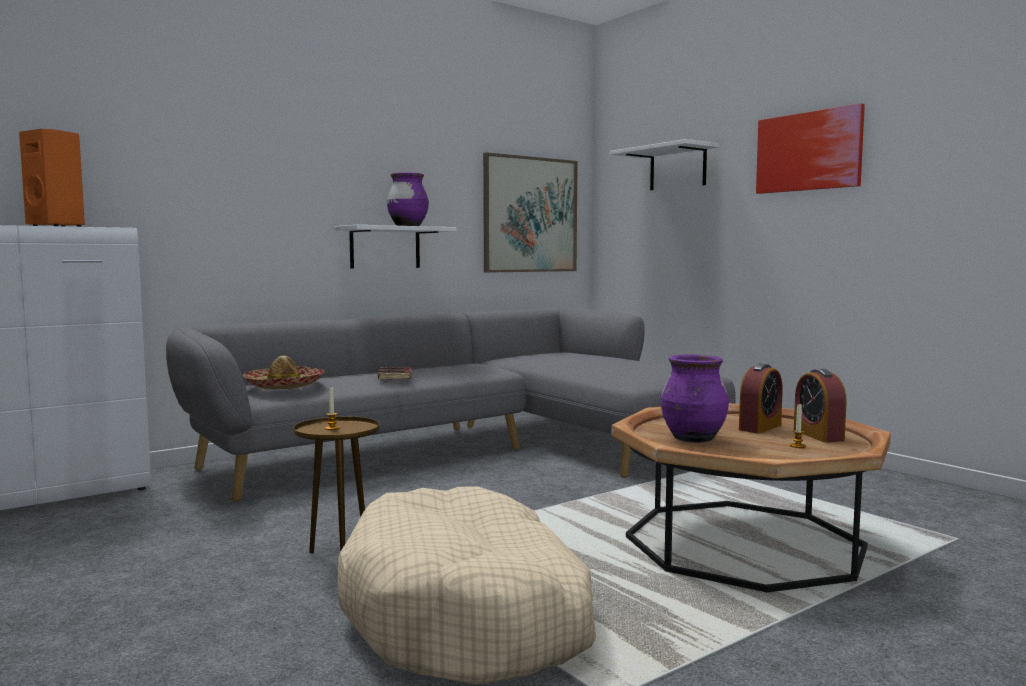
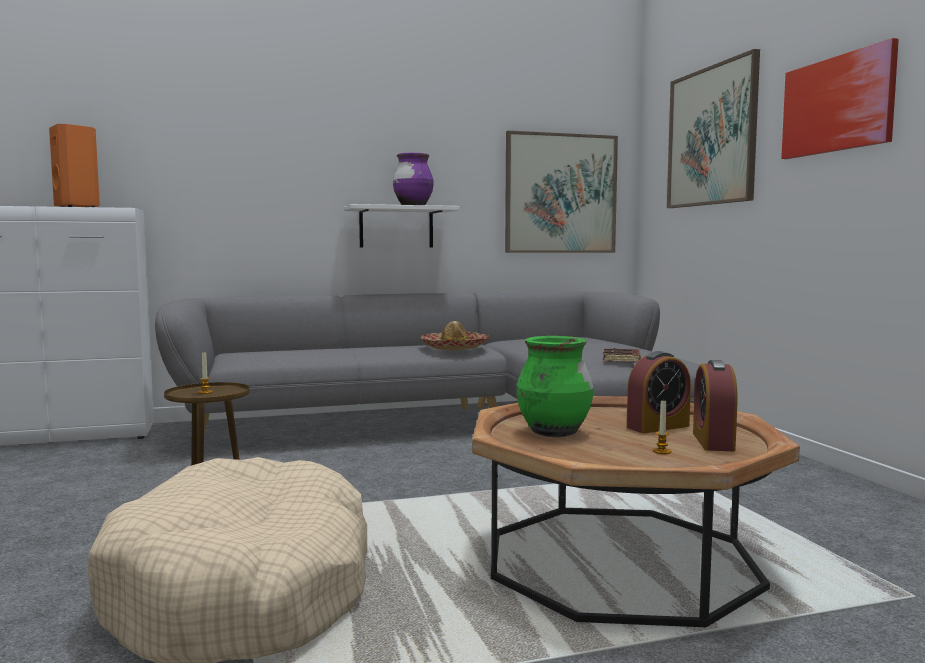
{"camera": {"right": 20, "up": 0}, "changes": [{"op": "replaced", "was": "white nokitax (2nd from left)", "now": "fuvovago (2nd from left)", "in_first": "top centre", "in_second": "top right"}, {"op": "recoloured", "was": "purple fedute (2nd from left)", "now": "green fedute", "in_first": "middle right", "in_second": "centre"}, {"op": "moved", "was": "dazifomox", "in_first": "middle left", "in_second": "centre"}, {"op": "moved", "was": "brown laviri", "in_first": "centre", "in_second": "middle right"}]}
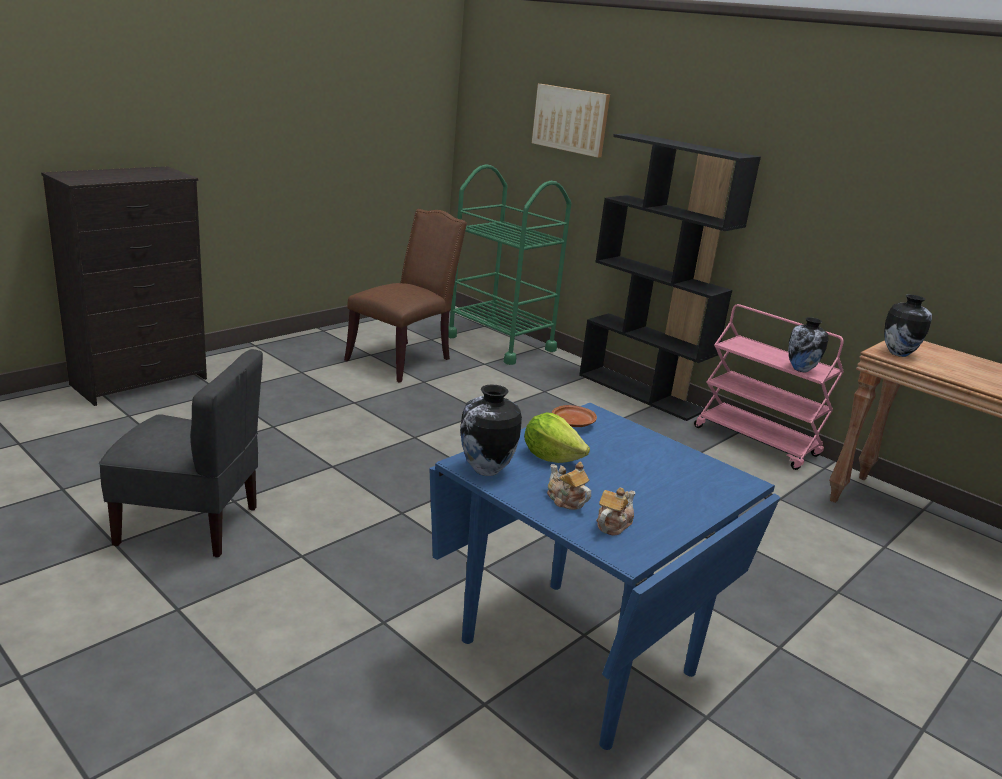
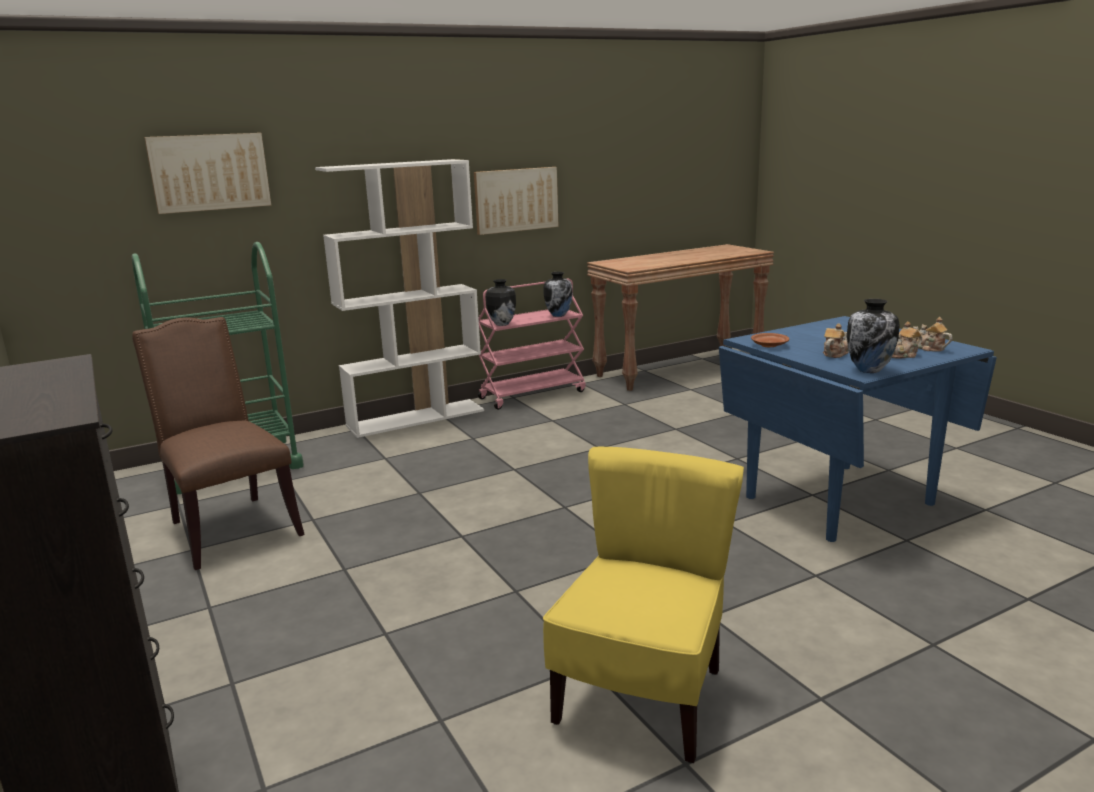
{"camera": {"right": -70, "up": -5}, "changes": [{"op": "recoloured", "was": "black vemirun", "now": "white vemirun", "in_first": "middle right", "in_second": "centre"}, {"op": "moved", "was": "fedute (3rd from left in the first image)", "now": "fedute (1st from left)", "in_first": "middle right", "in_second": "centre"}, {"op": "recoloured", "was": "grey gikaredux", "now": "yellow gikaredux", "in_first": "middle left", "in_second": "bottom centre"}, {"op": "replaced", "was": "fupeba", "now": "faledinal (1st from left)", "in_first": "centre", "in_second": "middle right"}, {"op": "added", "now": "fuvovago (2nd from left)", "in_second": "top centre"}]}
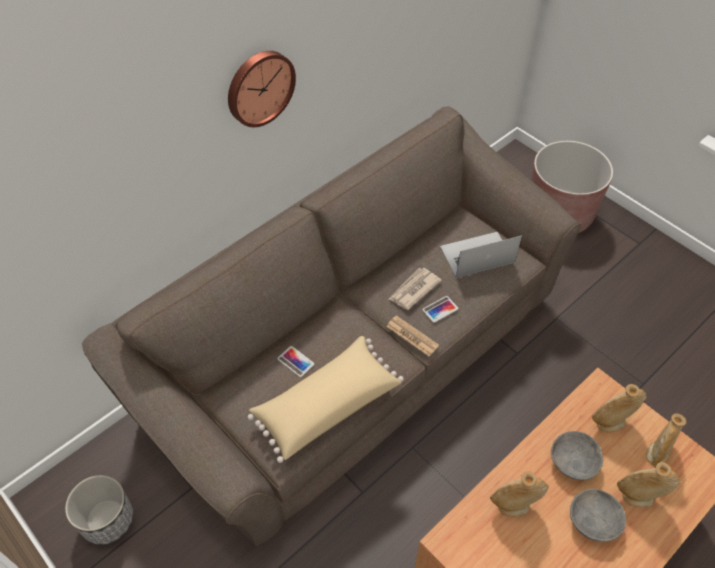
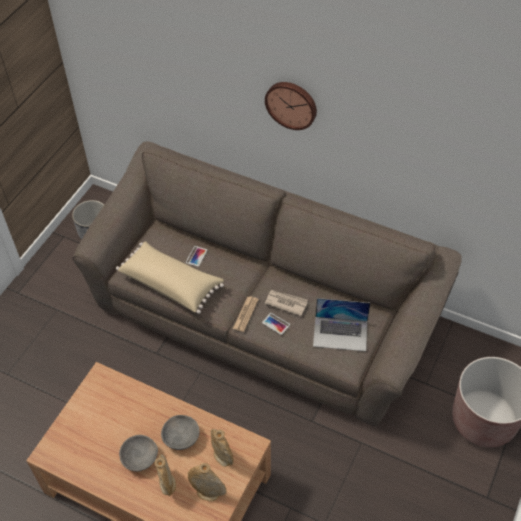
{"camera": {"right": 70, "up": 0}, "changes": [{"op": "turned", "was": "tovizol", "in_first": "middle right", "in_second": "centre", "clockwise": 135}, {"op": "removed", "was": "beige fedute (1st from left)", "in_first": "bottom right"}]}
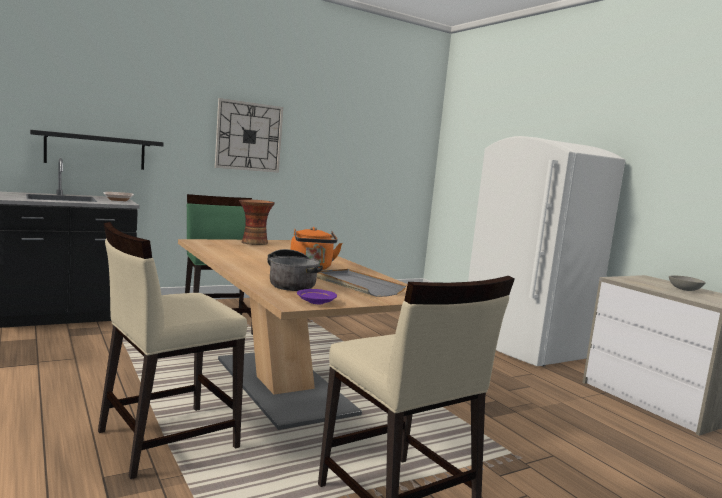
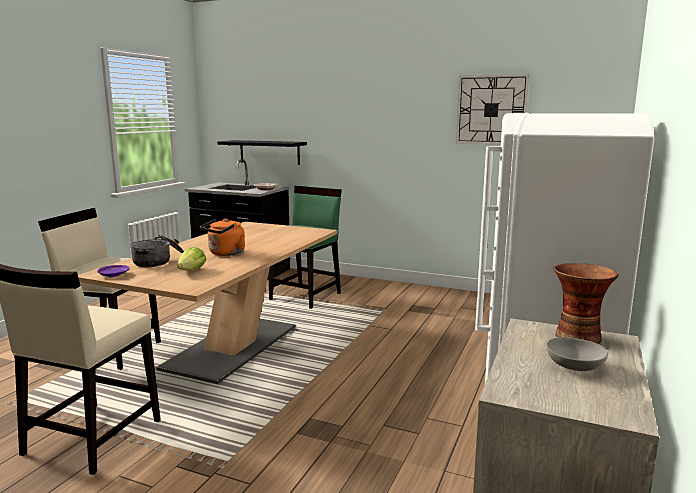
{"camera": {"right": 55, "up": 5}, "changes": [{"op": "moved", "was": "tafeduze", "in_first": "top centre", "in_second": "top right"}, {"op": "moved", "was": "fedute", "in_first": "centre", "in_second": "middle right"}, {"op": "replaced", "was": "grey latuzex", "now": "fupeba", "in_first": "centre", "in_second": "middle left"}]}
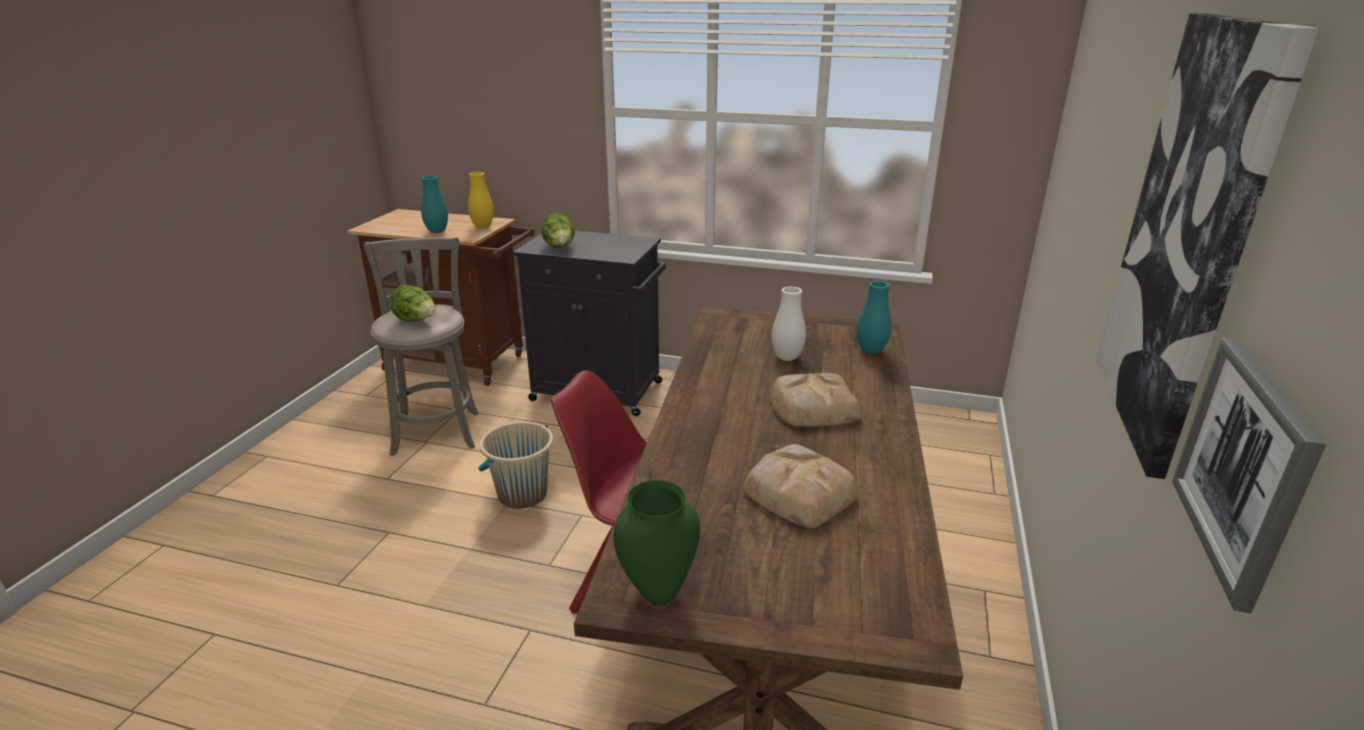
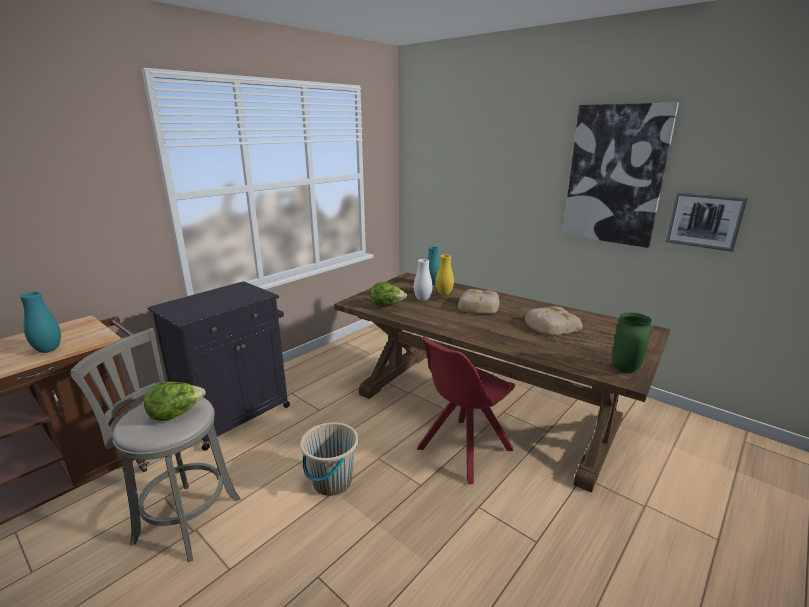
{"camera": {"right": -65, "up": -5}, "changes": [{"op": "moved", "was": "yellow fedute", "in_first": "top centre", "in_second": "centre"}, {"op": "moved", "was": "fupeba (2nd from left)", "in_first": "top centre", "in_second": "centre"}]}
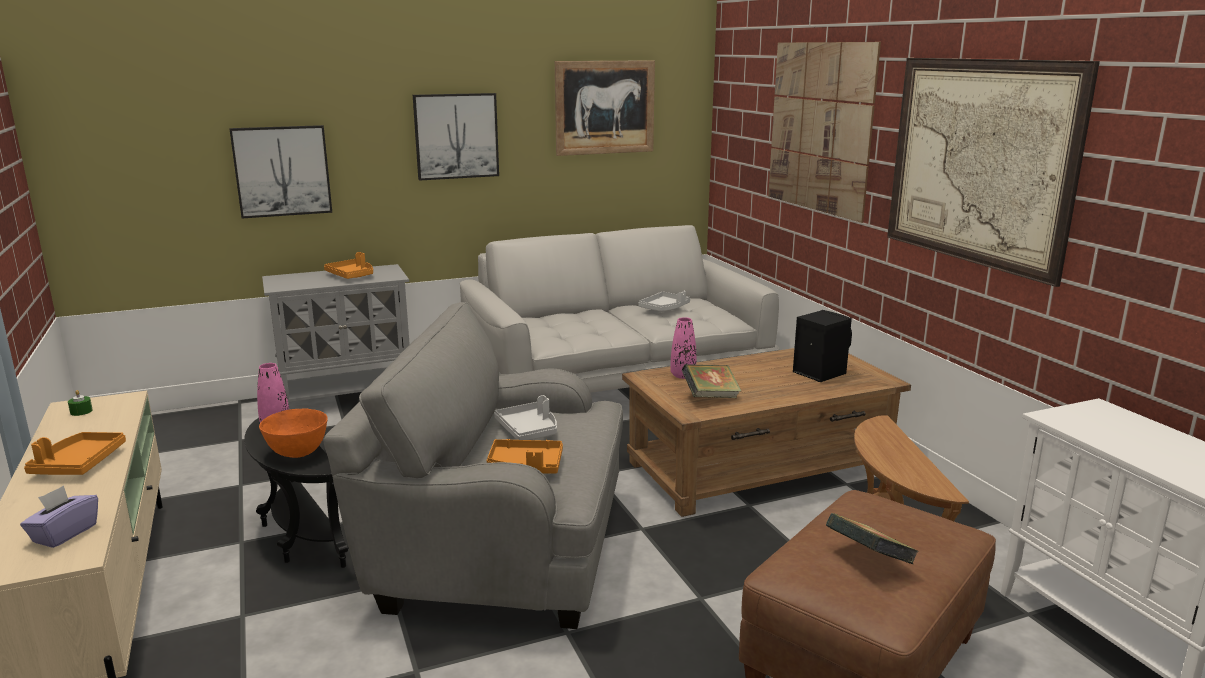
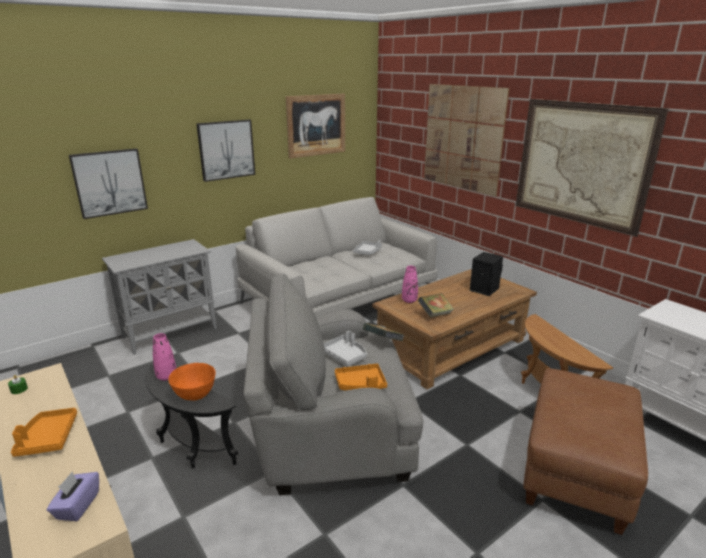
{"camera": {"right": -15, "up": 5}, "changes": [{"op": "removed", "was": "orange latuzex (2nd from left)", "in_first": "middle left"}, {"op": "moved", "was": "laviri (2nd from left in the first image)", "now": "laviri (1st from left)", "in_first": "bottom right", "in_second": "centre"}]}
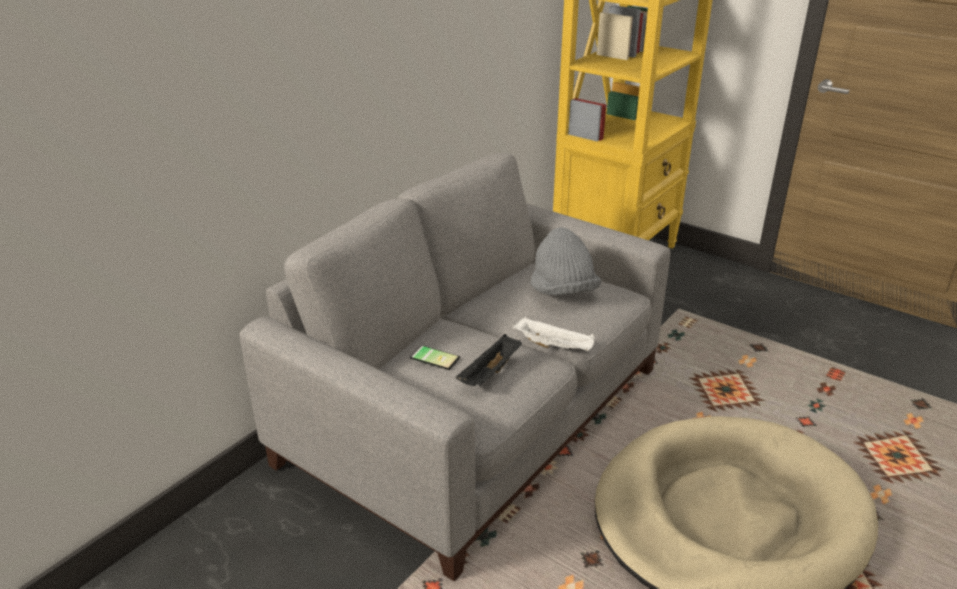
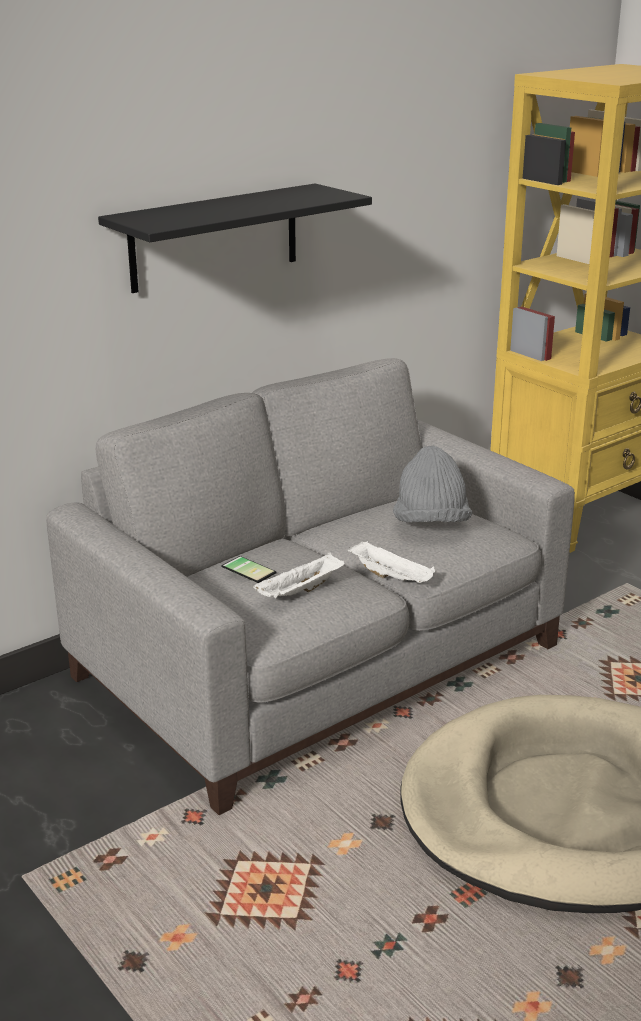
{"camera": {"right": 15, "up": -5}, "changes": [{"op": "recoloured", "was": "black latuzex", "now": "white latuzex (1st from left)", "in_first": "centre", "in_second": "centre"}, {"op": "added", "now": "black nokitax", "in_second": "top centre"}]}
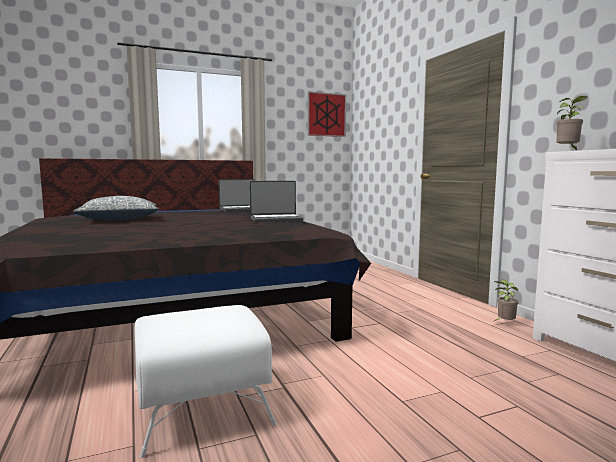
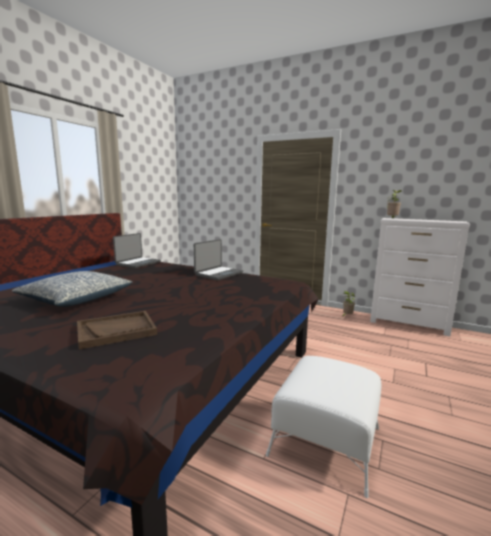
{"camera": {"right": -40, "up": 5}, "changes": [{"op": "removed", "was": "fuvovago", "in_first": "top centre"}, {"op": "added", "now": "brown latuzex", "in_second": "middle left"}]}
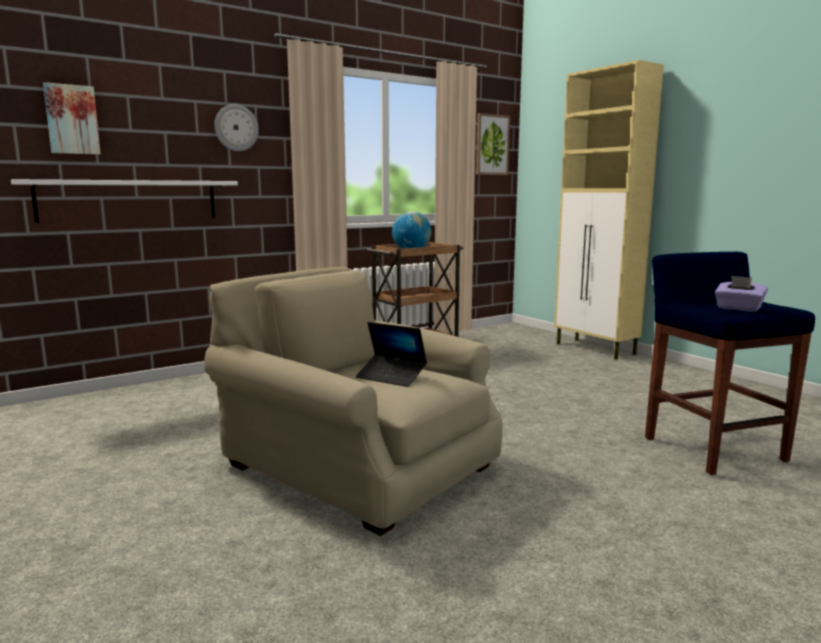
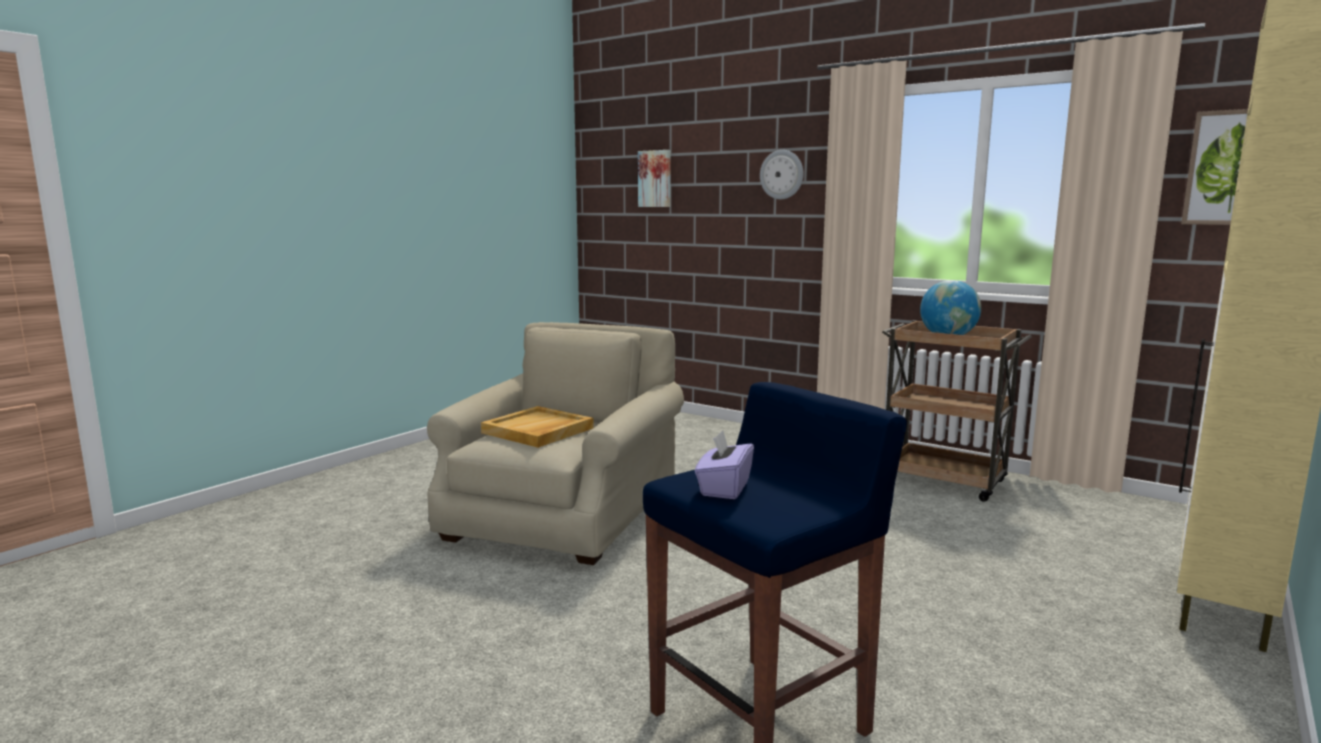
{"camera": {"right": 70, "up": 0}, "changes": [{"op": "removed", "was": "white nokitax", "in_first": "top left"}, {"op": "replaced", "was": "tovizol", "now": "beige latuzex", "in_first": "centre", "in_second": "centre"}]}
